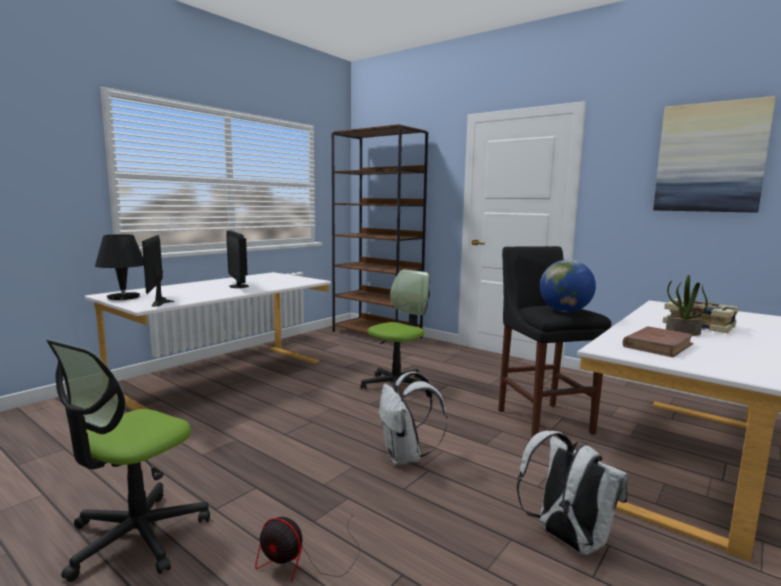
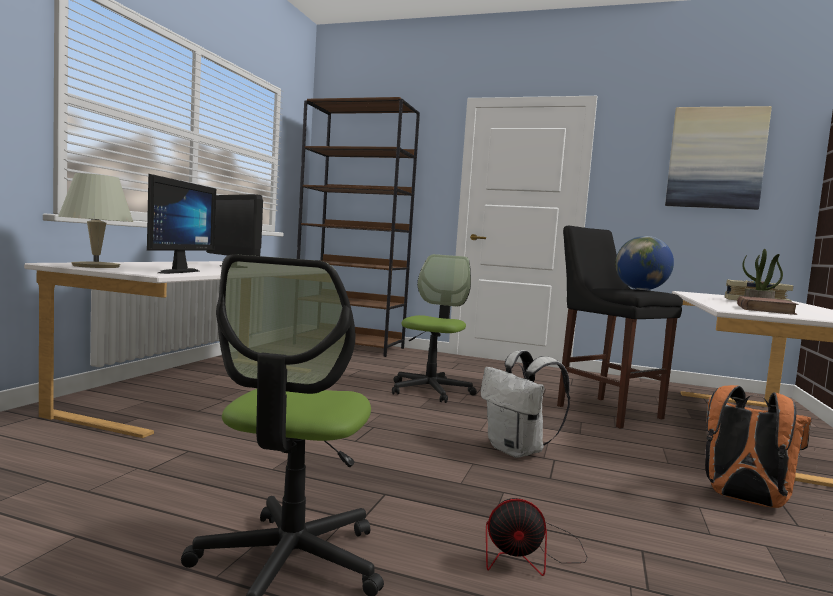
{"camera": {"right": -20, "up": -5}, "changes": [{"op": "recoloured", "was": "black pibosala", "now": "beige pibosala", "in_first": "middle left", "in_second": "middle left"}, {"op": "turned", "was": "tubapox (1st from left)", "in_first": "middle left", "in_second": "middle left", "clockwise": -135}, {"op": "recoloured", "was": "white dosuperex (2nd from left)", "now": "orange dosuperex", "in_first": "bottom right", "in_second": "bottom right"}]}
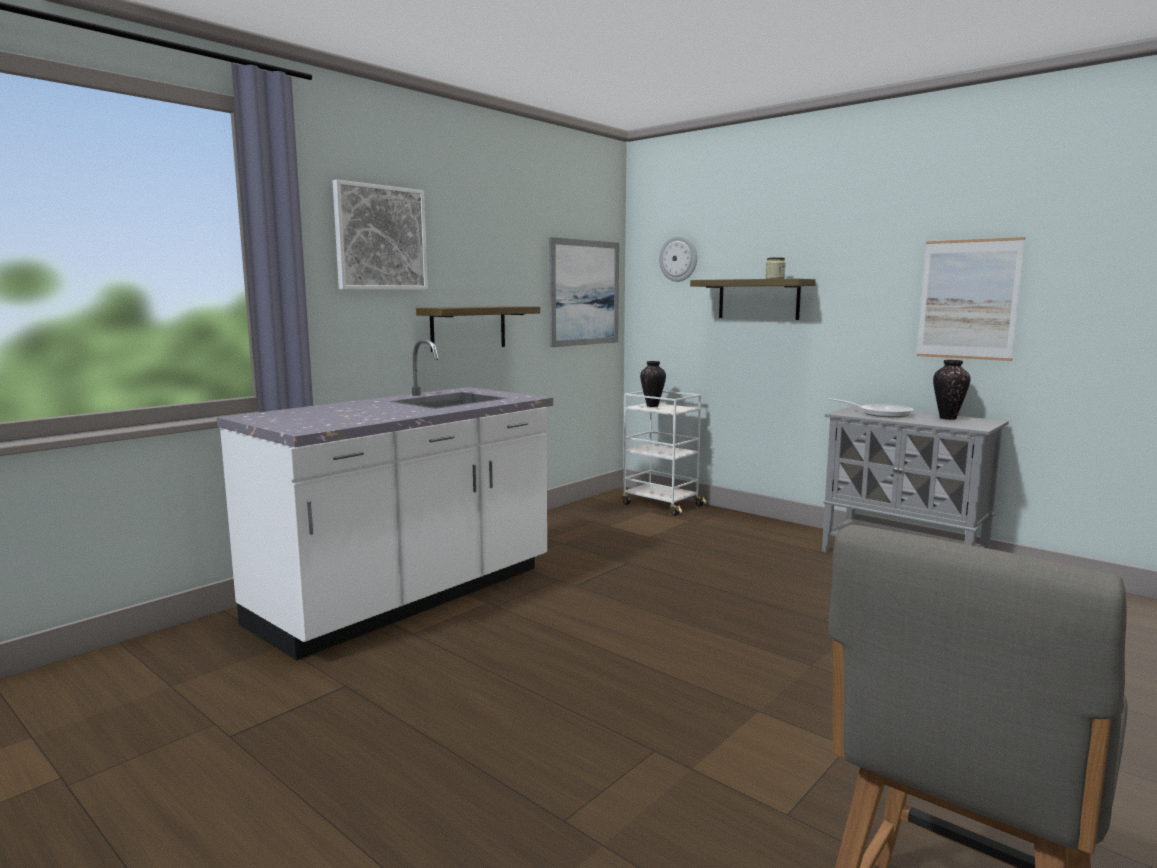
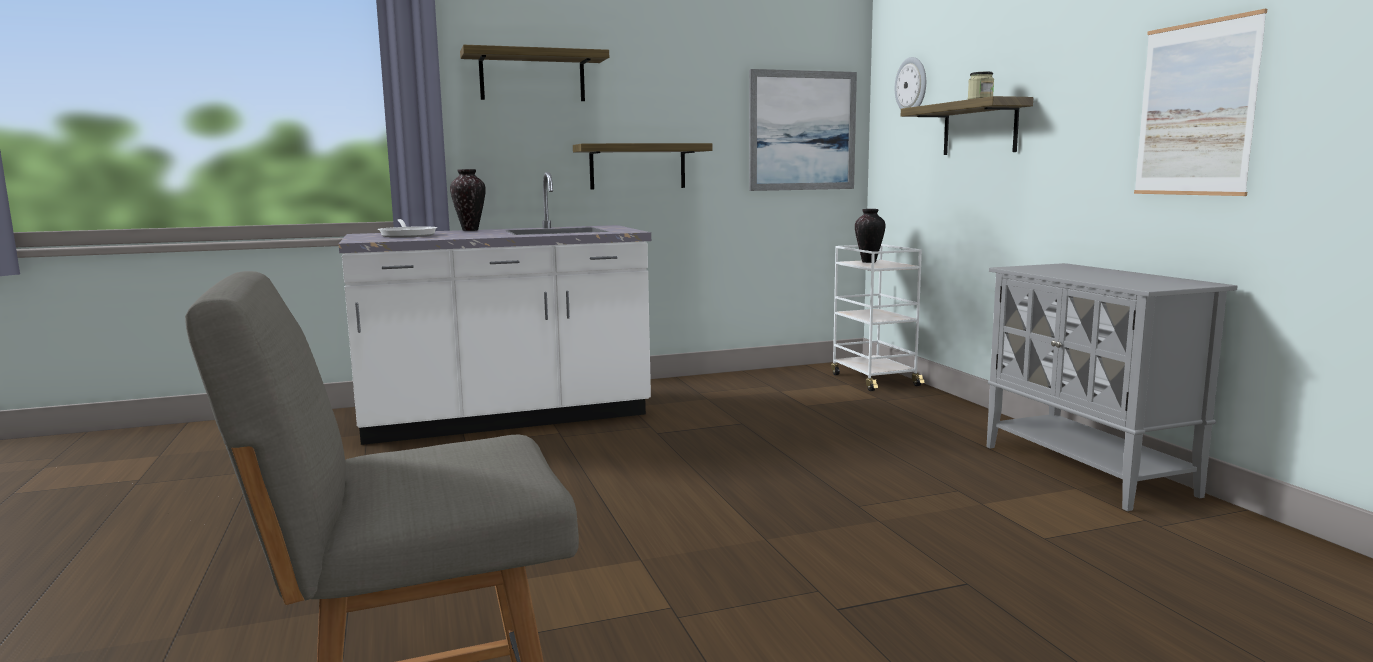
{"camera": {"right": 30, "up": 0}, "changes": [{"op": "replaced", "was": "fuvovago (1st from left)", "now": "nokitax (1st from left)", "in_first": "top left", "in_second": "top centre"}, {"op": "moved", "was": "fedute (2nd from left in the first image)", "now": "fedute (1st from left)", "in_first": "middle right", "in_second": "top centre"}, {"op": "moved", "was": "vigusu", "in_first": "middle right", "in_second": "middle left"}]}
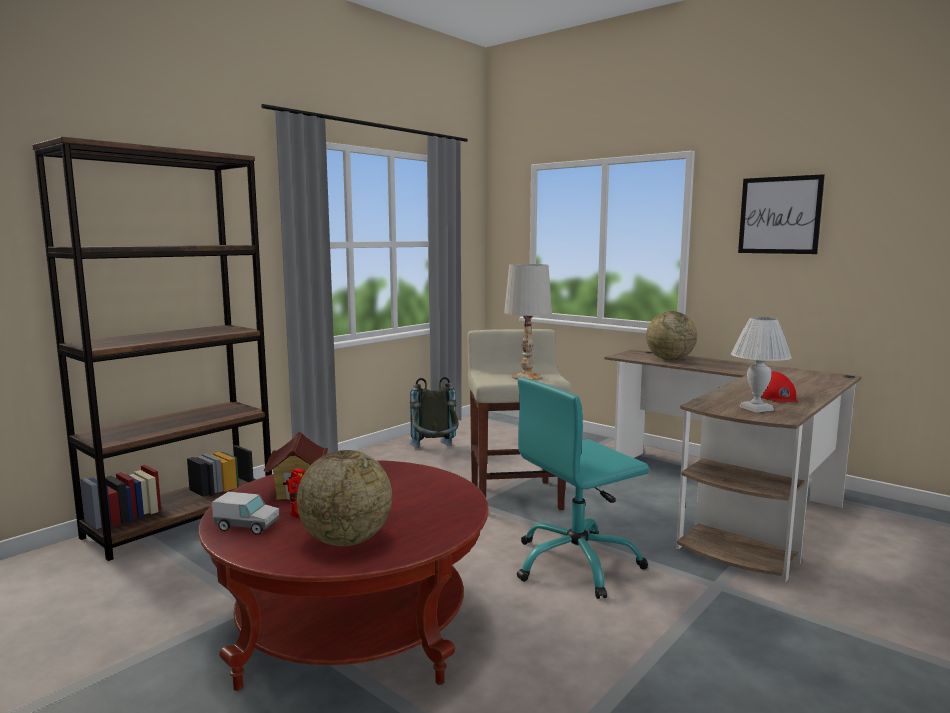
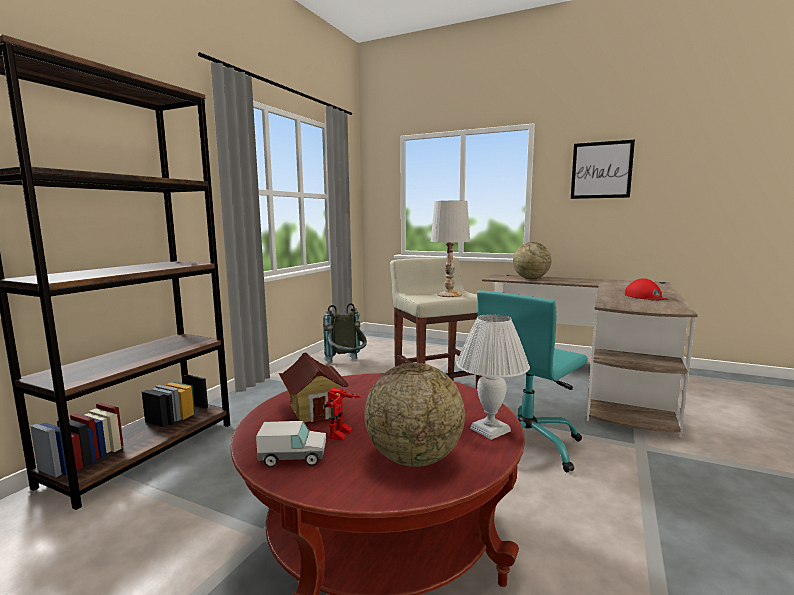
{"camera": {"right": -15, "up": 0}, "changes": [{"op": "moved", "was": "white pibosala (2nd from left)", "in_first": "middle right", "in_second": "centre"}]}
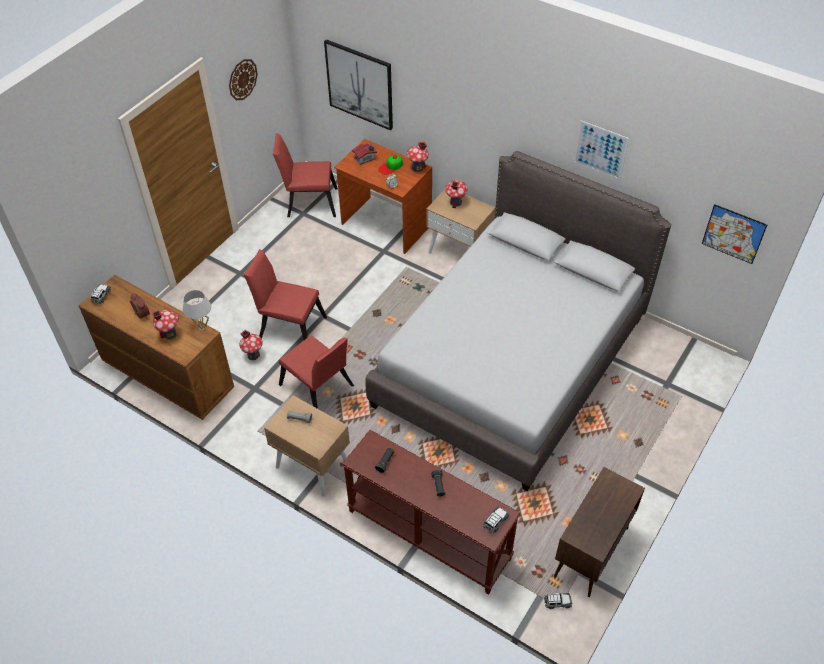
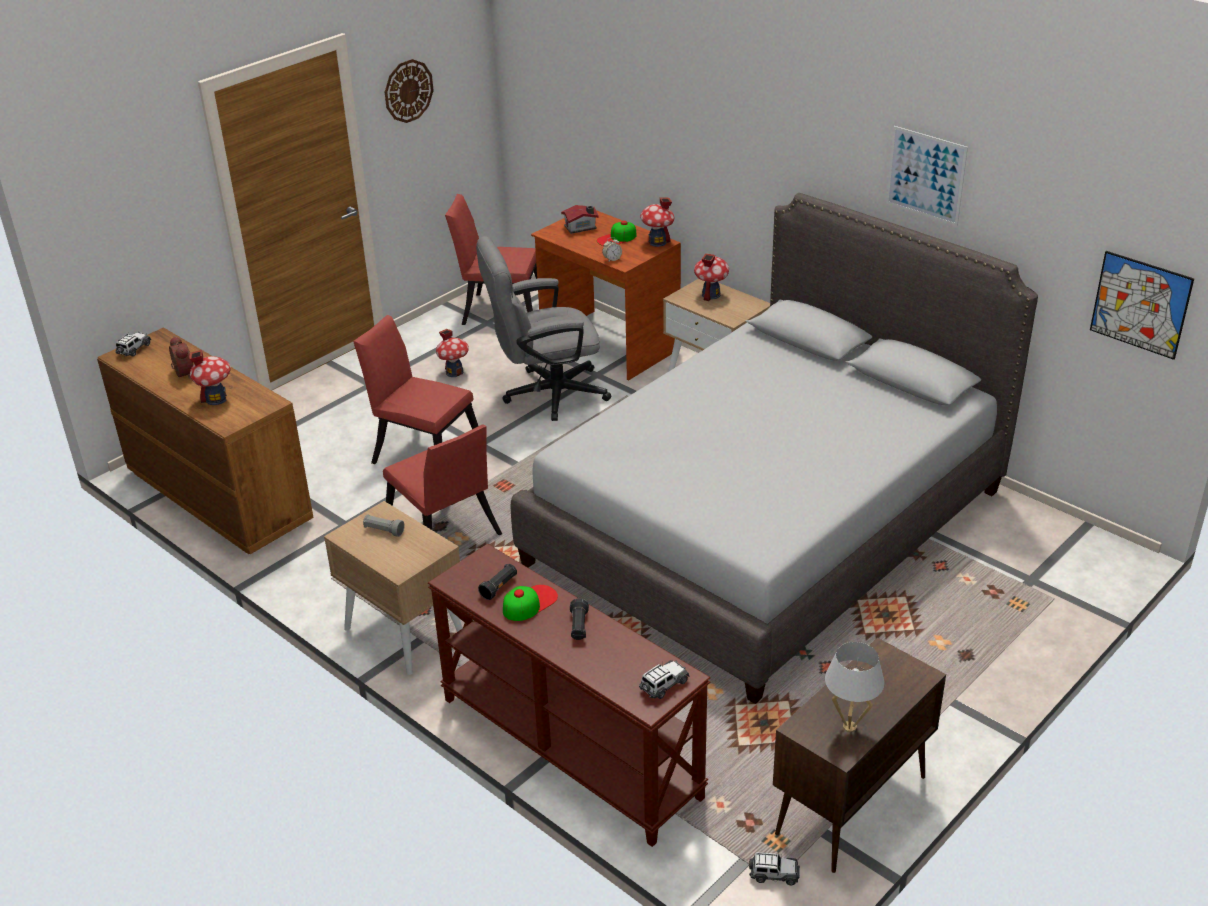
{"camera": {"right": 10, "up": -15}, "changes": [{"op": "removed", "was": "fuvovago (1st from left)", "in_first": "top centre"}, {"op": "moved", "was": "white pibosala", "in_first": "middle left", "in_second": "bottom right"}, {"op": "moved", "was": "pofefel (2nd from left)", "in_first": "middle left", "in_second": "centre"}, {"op": "added", "now": "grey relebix", "in_second": "centre"}, {"op": "added", "now": "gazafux (1st from left)", "in_second": "centre"}]}
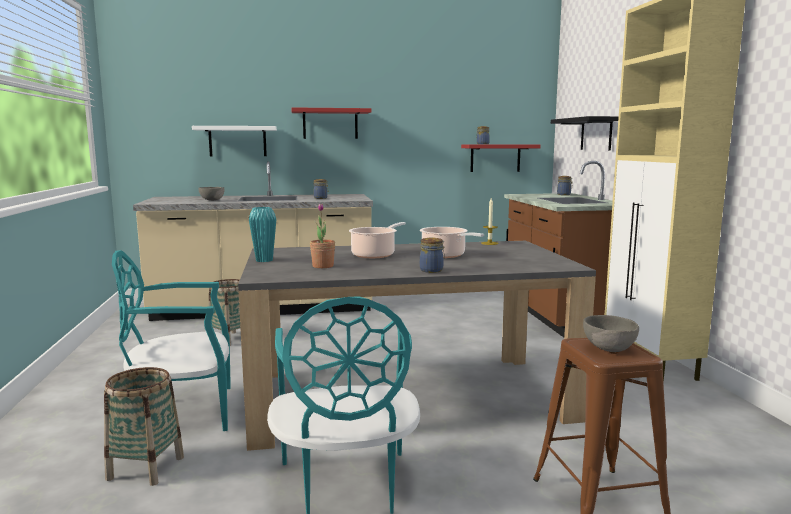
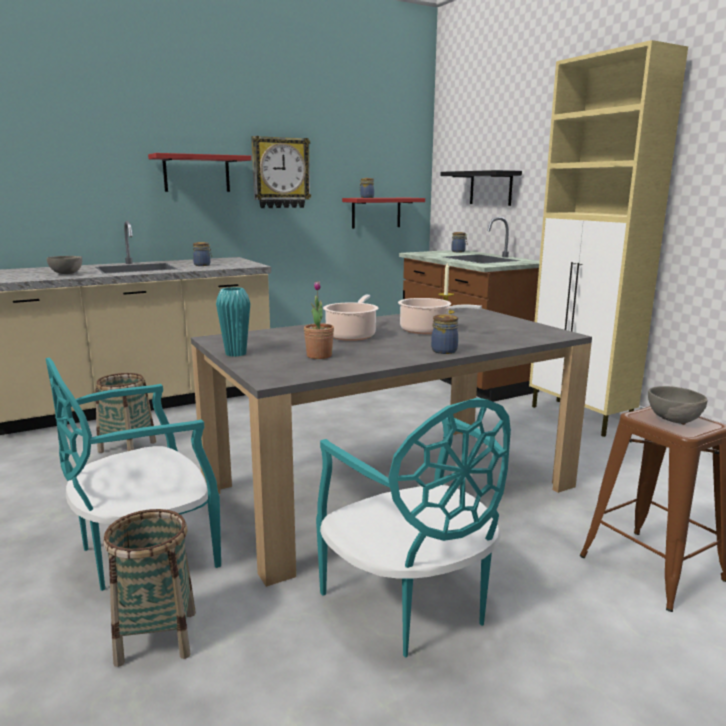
{"camera": {"right": -20, "up": 5}, "changes": [{"op": "removed", "was": "white nokitax", "in_first": "top left"}, {"op": "added", "now": "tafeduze", "in_second": "top centre"}]}
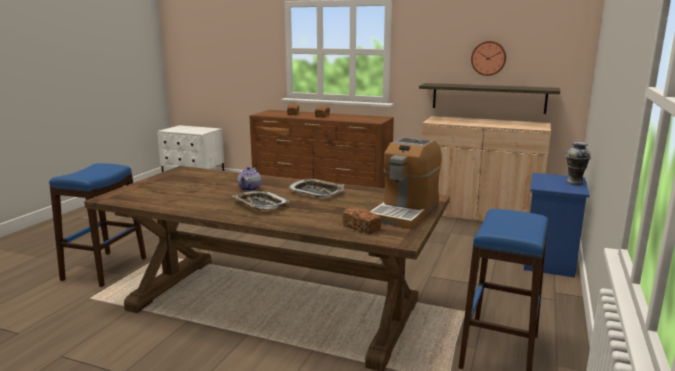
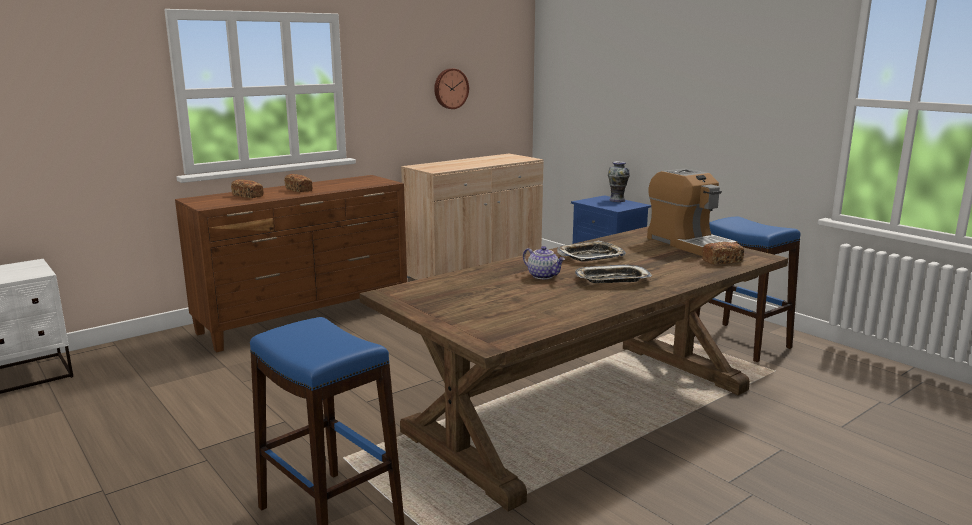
{"camera": {"right": -60, "up": 0}, "changes": [{"op": "removed", "was": "nokitax", "in_first": "top right"}]}
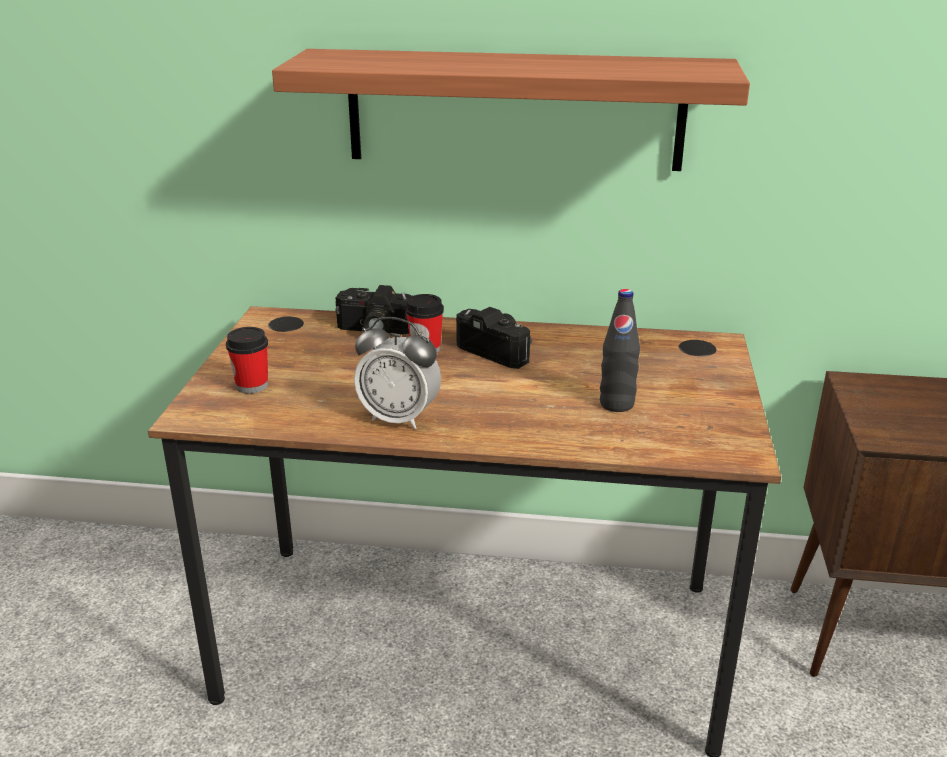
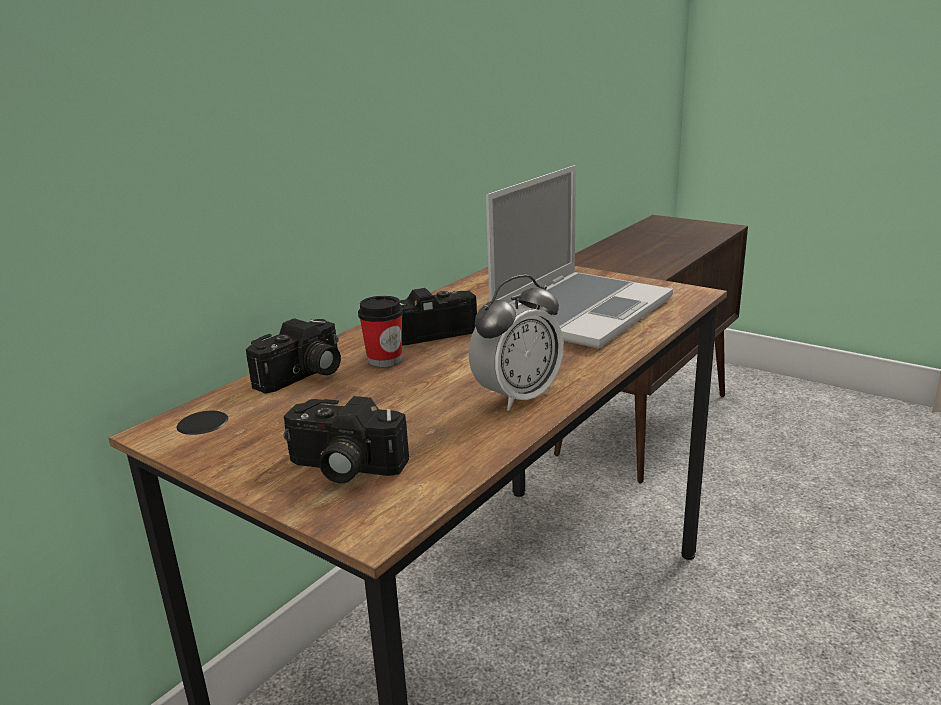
{"camera": {"right": -60, "up": -5}, "changes": [{"op": "removed", "was": "nokitax", "in_first": "top centre"}, {"op": "replaced", "was": "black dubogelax", "now": "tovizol", "in_first": "centre", "in_second": "centre"}, {"op": "replaced", "was": "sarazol (1st from left)", "now": "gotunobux (2nd from left)", "in_first": "middle left", "in_second": "centre"}]}
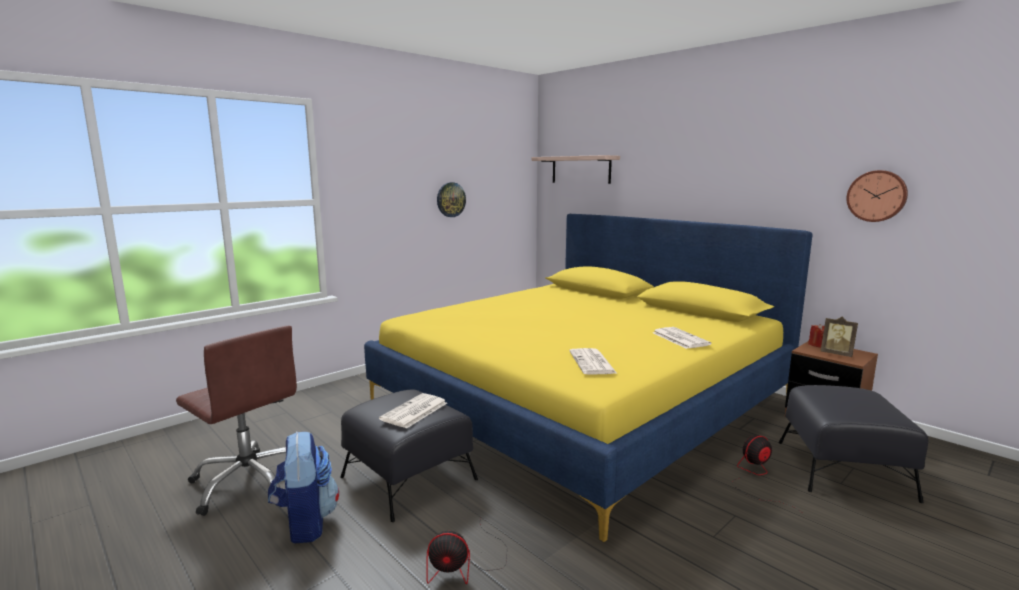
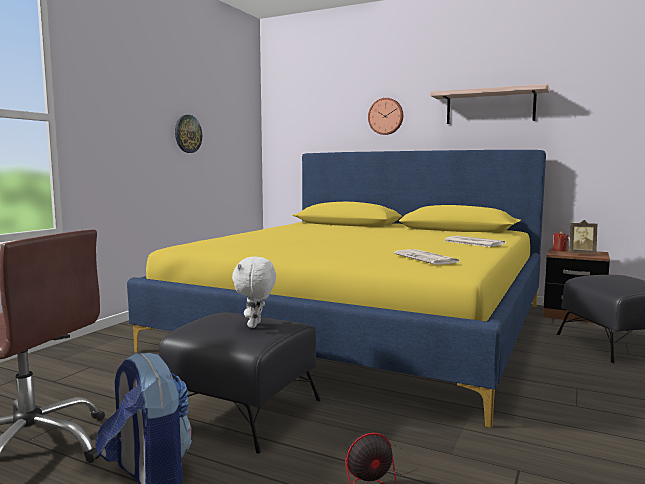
{"camera": {"right": -20, "up": -5}, "changes": [{"op": "moved", "was": "nokitax", "in_first": "top centre", "in_second": "top right"}, {"op": "moved", "was": "tafeduze (2nd from left)", "in_first": "top right", "in_second": "top centre"}, {"op": "replaced", "was": "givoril (1st from left)", "now": "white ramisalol", "in_first": "bottom centre", "in_second": "centre"}, {"op": "removed", "was": "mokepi (2nd from left)", "in_first": "bottom right"}]}
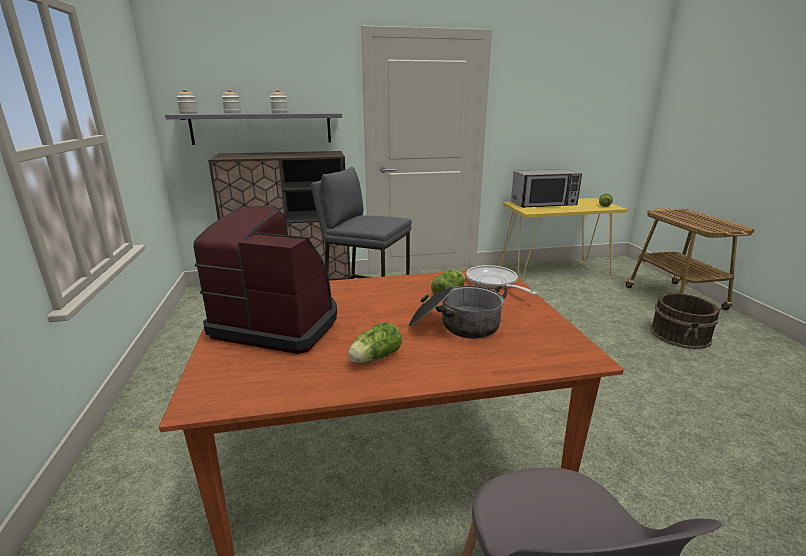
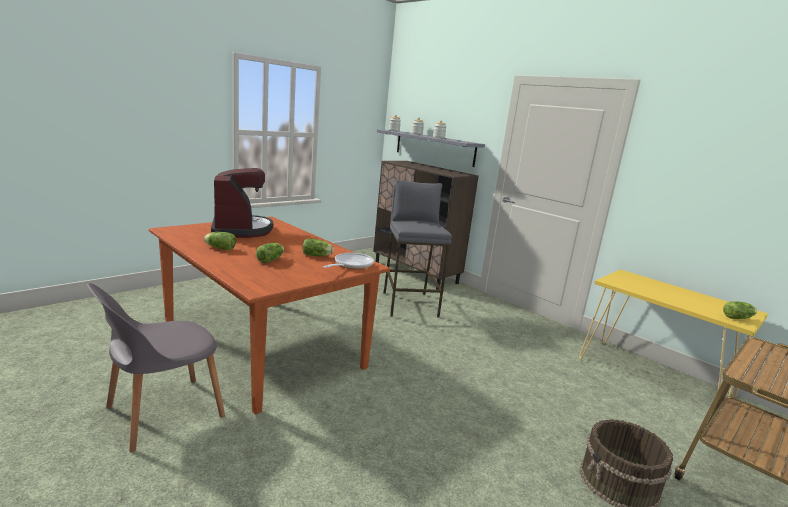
{"camera": {"right": 55, "up": -5}, "changes": [{"op": "removed", "was": "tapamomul", "in_first": "middle right"}, {"op": "replaced", "was": "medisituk", "now": "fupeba (2nd from left)", "in_first": "centre", "in_second": "centre"}]}
